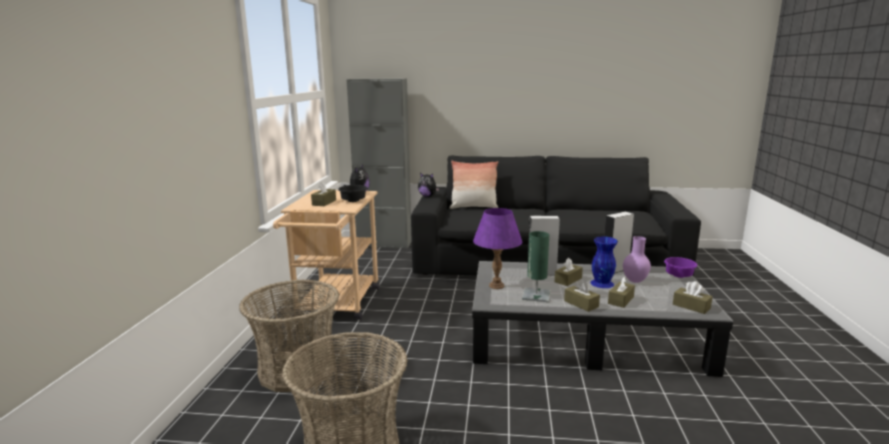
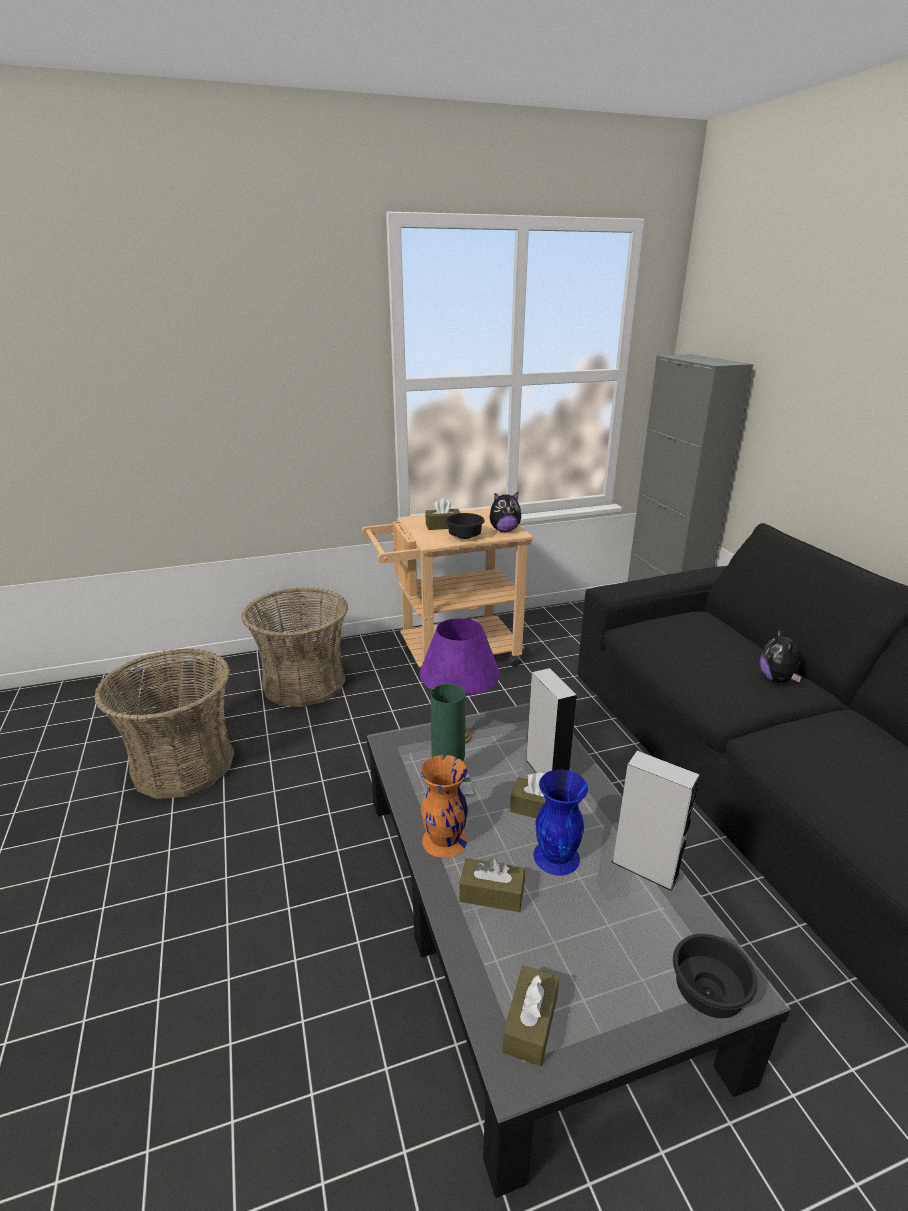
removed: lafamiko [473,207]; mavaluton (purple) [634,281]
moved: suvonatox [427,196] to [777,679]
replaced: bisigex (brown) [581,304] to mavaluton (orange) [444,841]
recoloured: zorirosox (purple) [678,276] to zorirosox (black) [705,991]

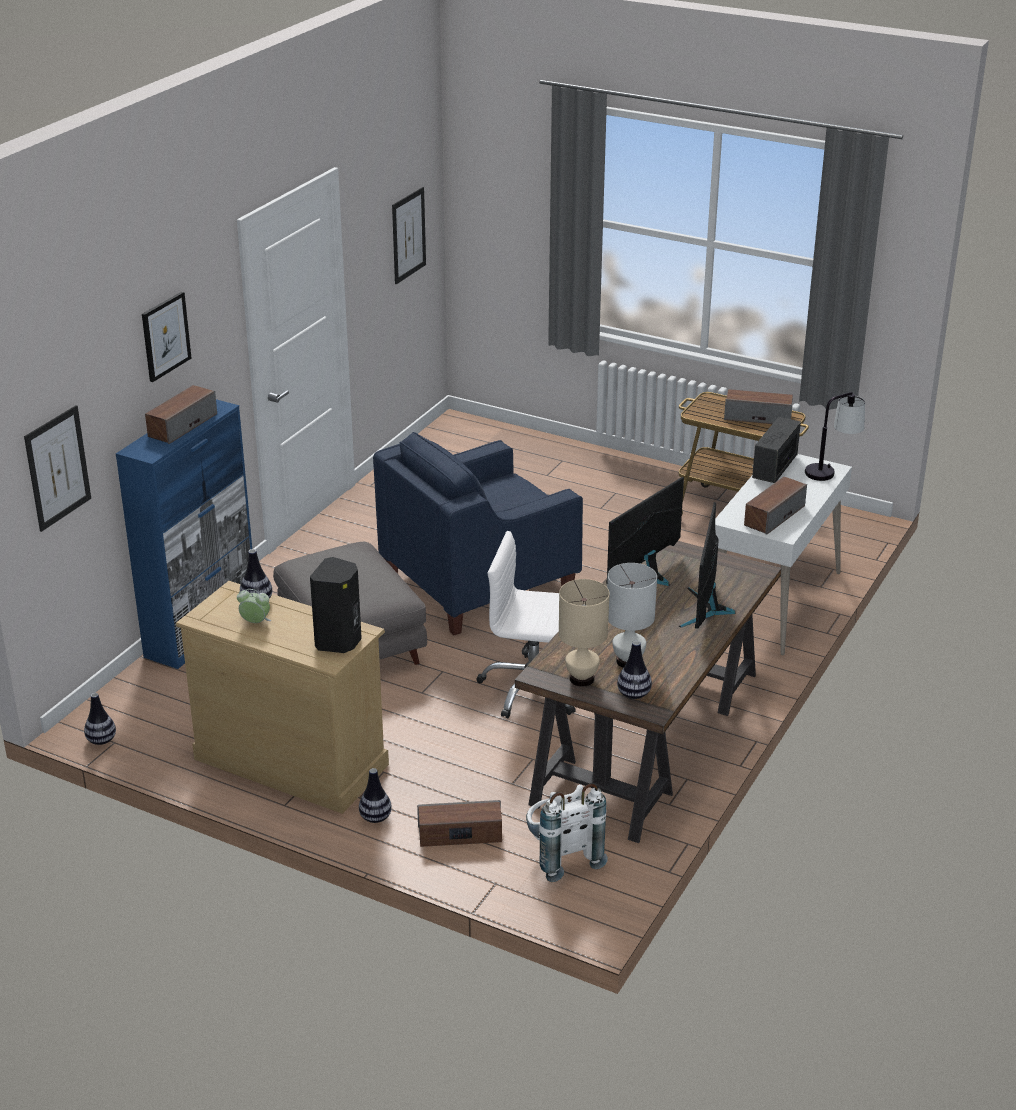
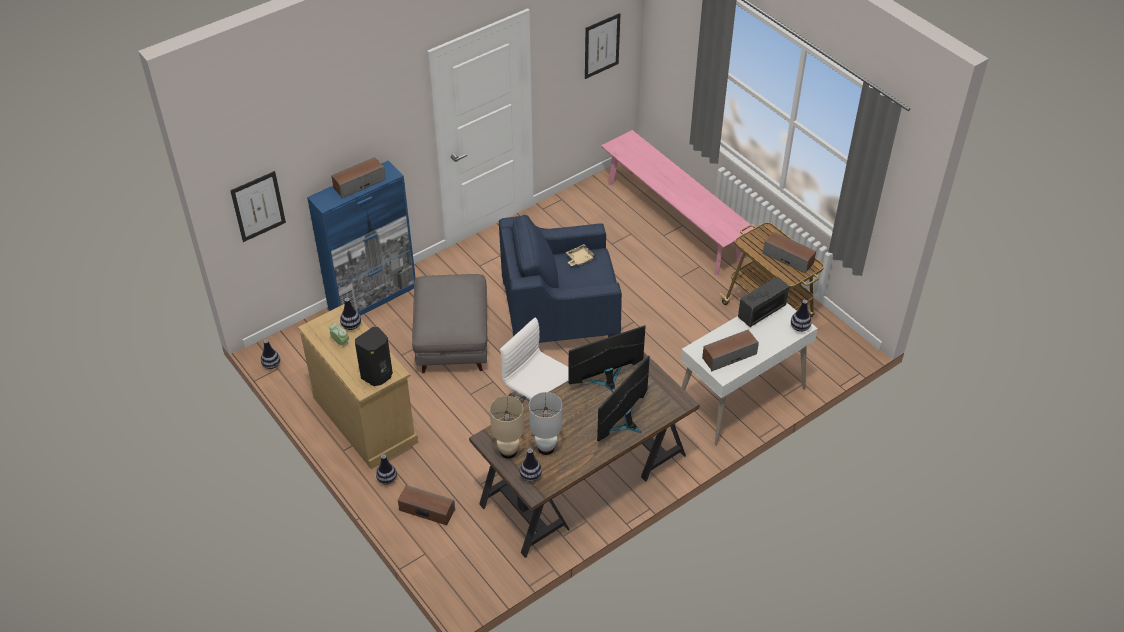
removed: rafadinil [165,336]; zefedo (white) [561,856]
added: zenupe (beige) [579,259]; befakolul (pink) [673,221]
replaced: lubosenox [831,471] to mavaluton [799,327]

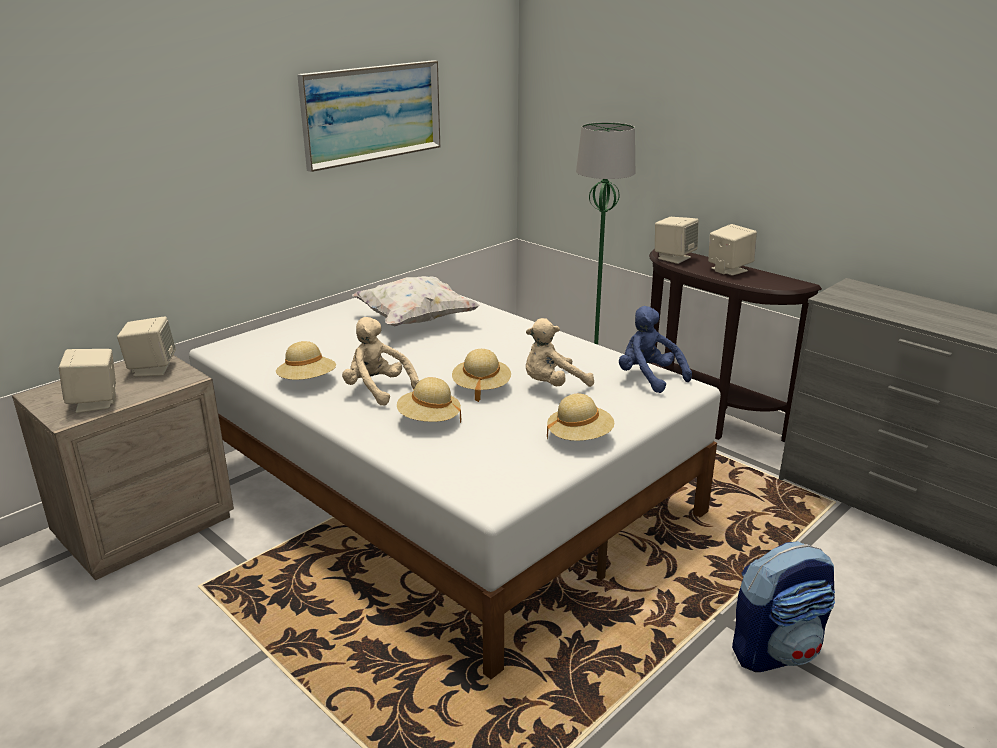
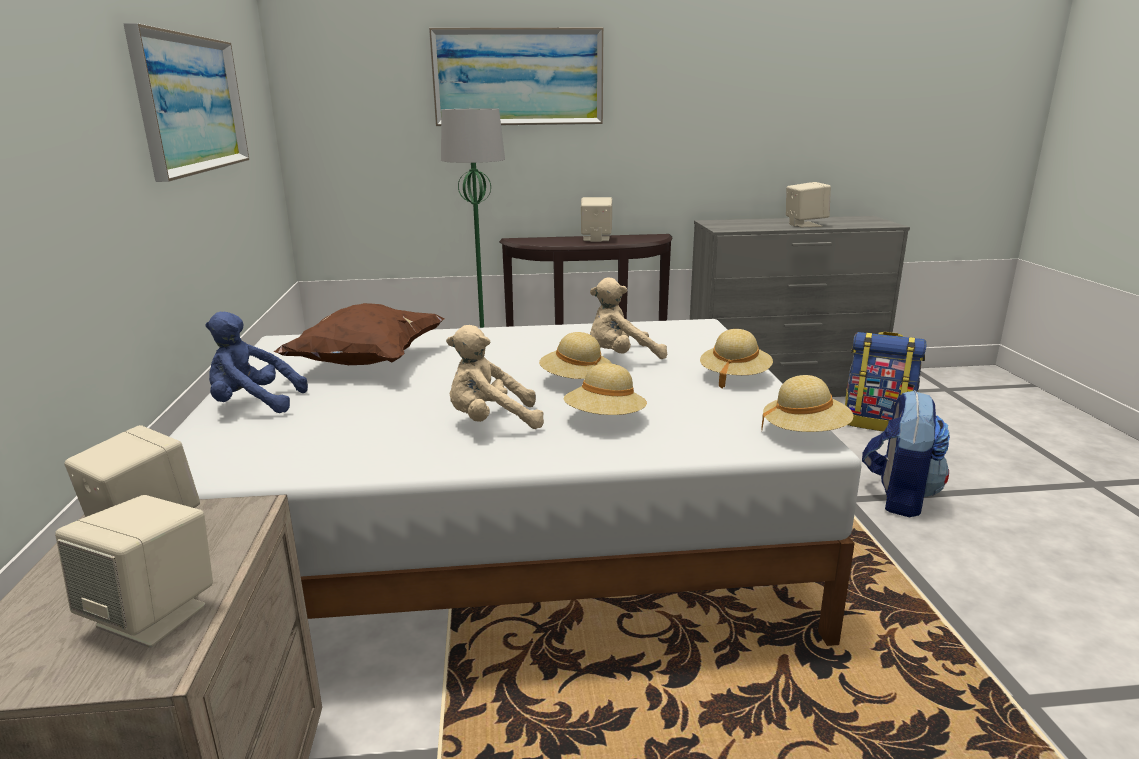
added: rafadinil [518,77]; zefedo [877,423]
moved: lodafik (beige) [307,381] to [805,433]; suvonatox (blue) [648,377] to [253,404]; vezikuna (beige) [674,258] to [804,225]
recoloured: lafamiko (white) [415,321] to lafamiko (brown) [367,362]
turned: suvonatox (beige) [553,385] = [621,357] 60 degrees clockwise

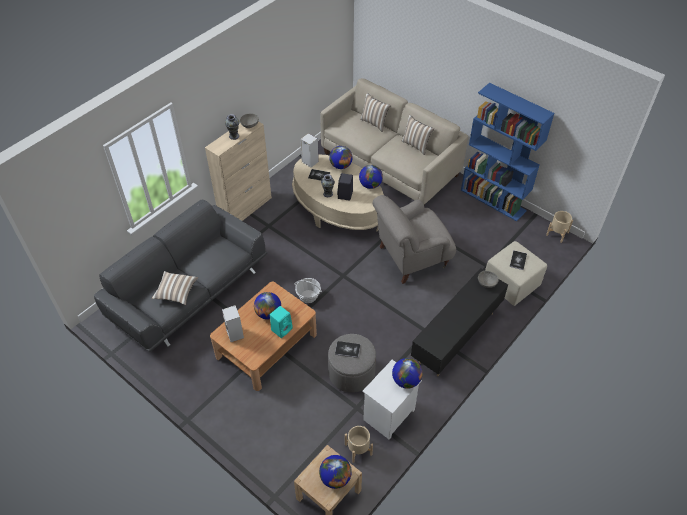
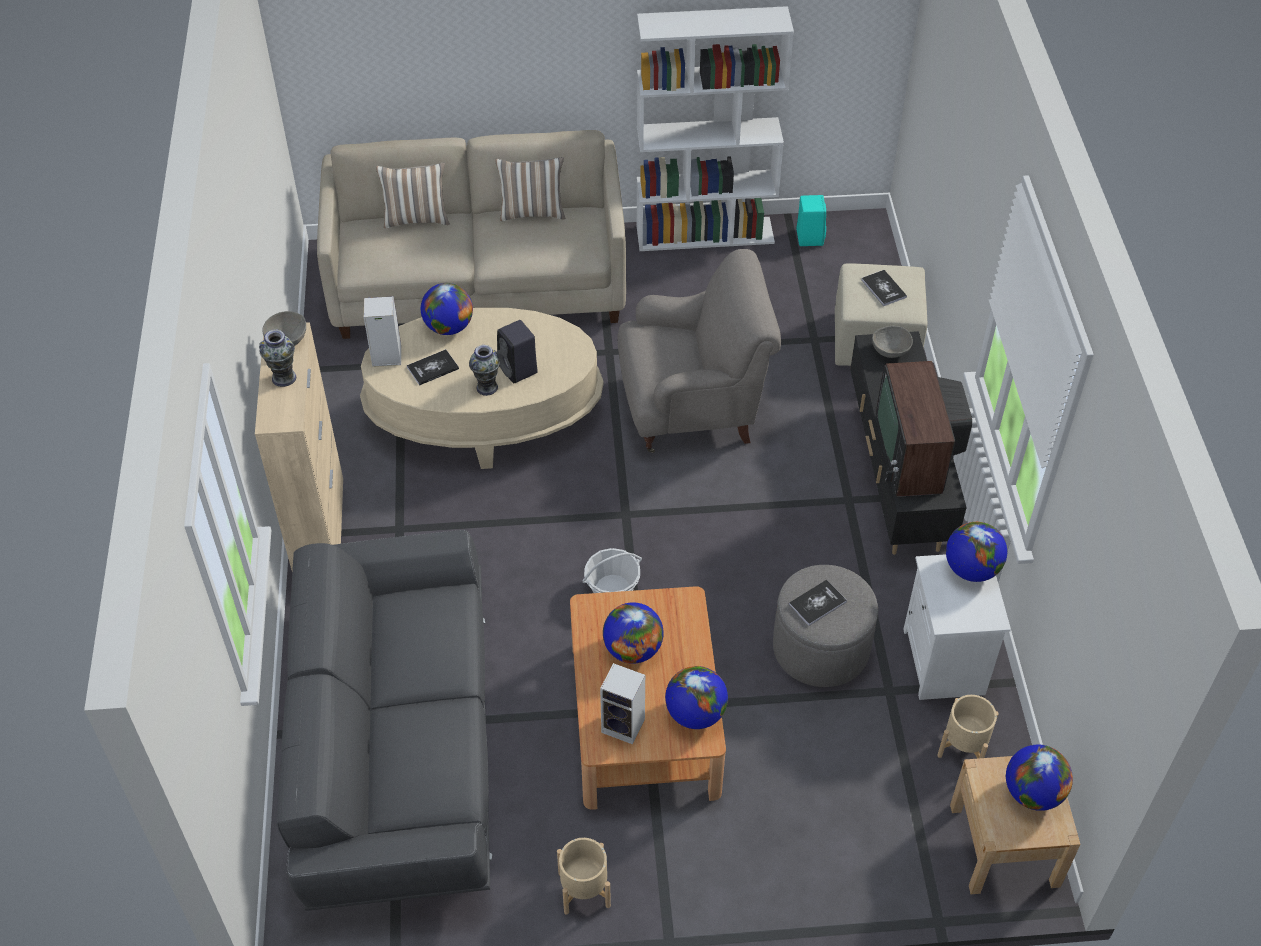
removed: lafamiko [176,292]
added: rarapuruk [915,451]
moved: vezikuna (turquoise) [282,329] to [809,236]; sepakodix [370,185] to [695,713]; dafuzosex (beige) [557,233] to [584,889]
recoloured: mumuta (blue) [493,200] to mumuta (white) [705,234]
turned: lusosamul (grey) [411,257] = [693,408] 120 degrees counterclockwise

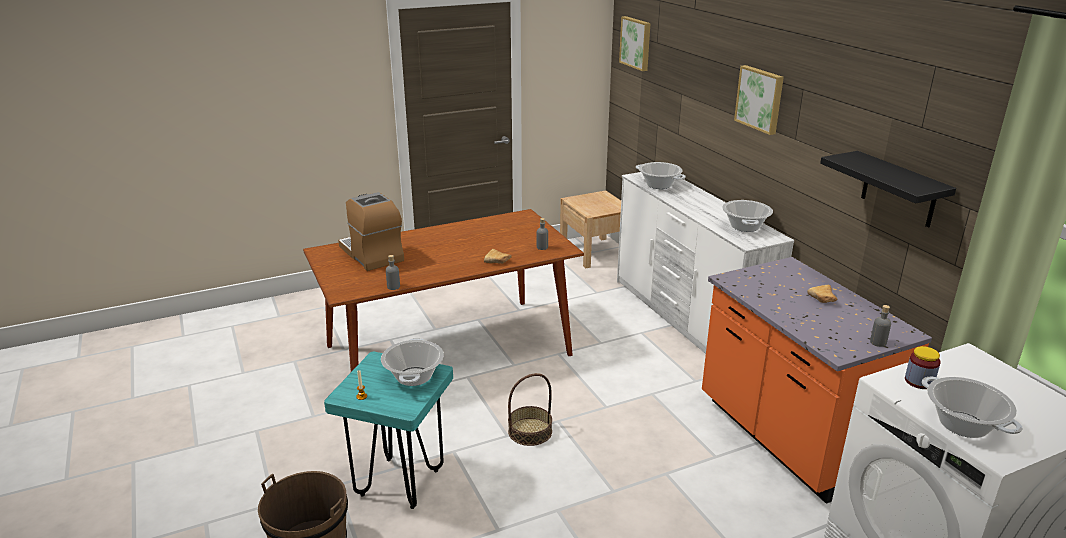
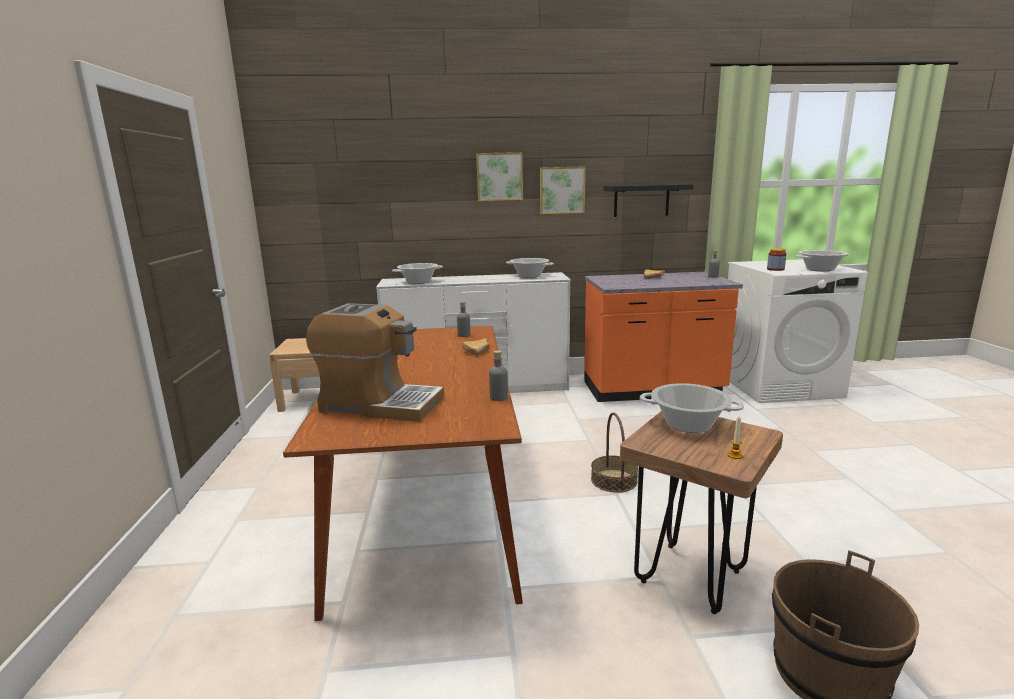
moved: rafadinil [636,43] to [562,190]
recoloured: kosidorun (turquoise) [400,483] to kosidorun (brown) [691,577]
turned: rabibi [371,254] = [380,404] 150 degrees counterclockwise

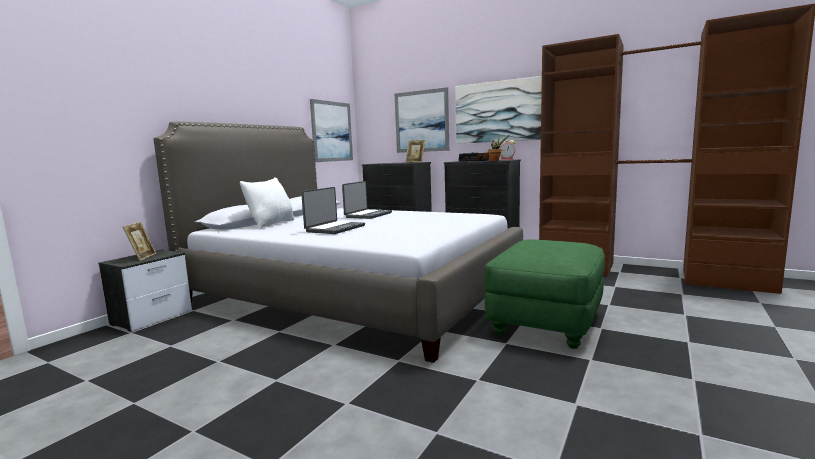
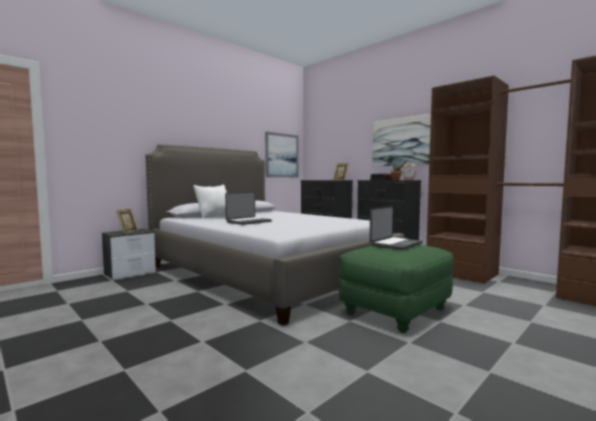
removed: rafadinil [421,121]
moved: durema [368,215] to [395,244]

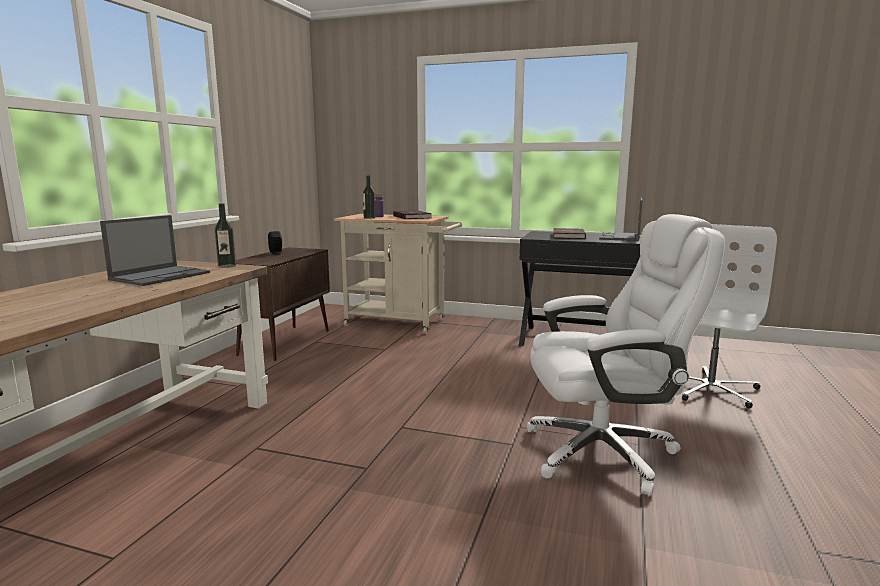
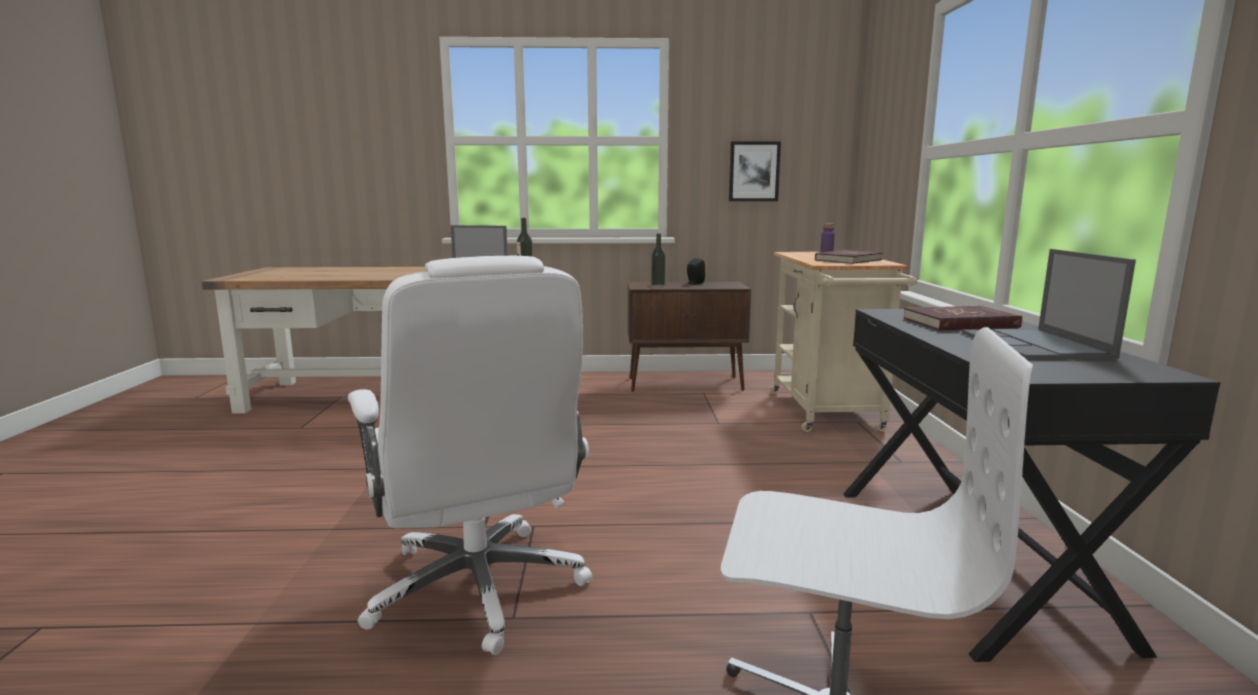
added: rafadinil [754,171]
moved: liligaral [369,218] to [658,286]
turned: durema [620,237] = [1035,345] 90 degrees counterclockwise

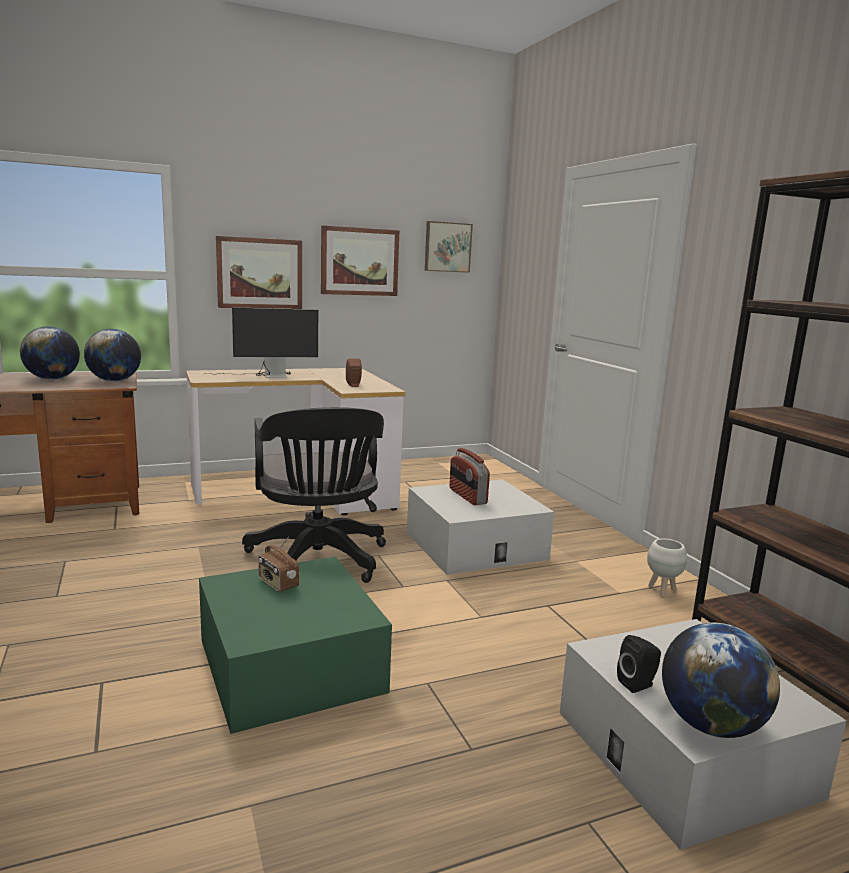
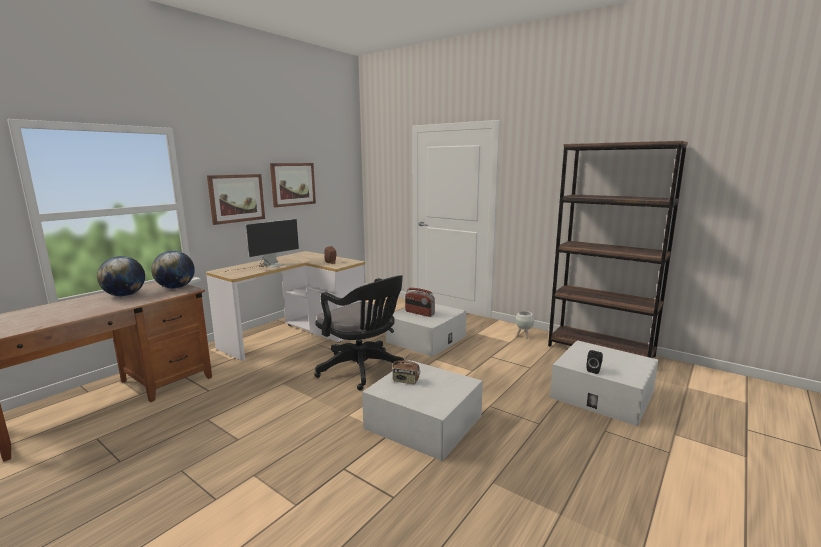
removed: rafadinil [447,247]; sepakodix [710,725]
recoloured: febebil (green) [290,665] to febebil (white) [423,422]

